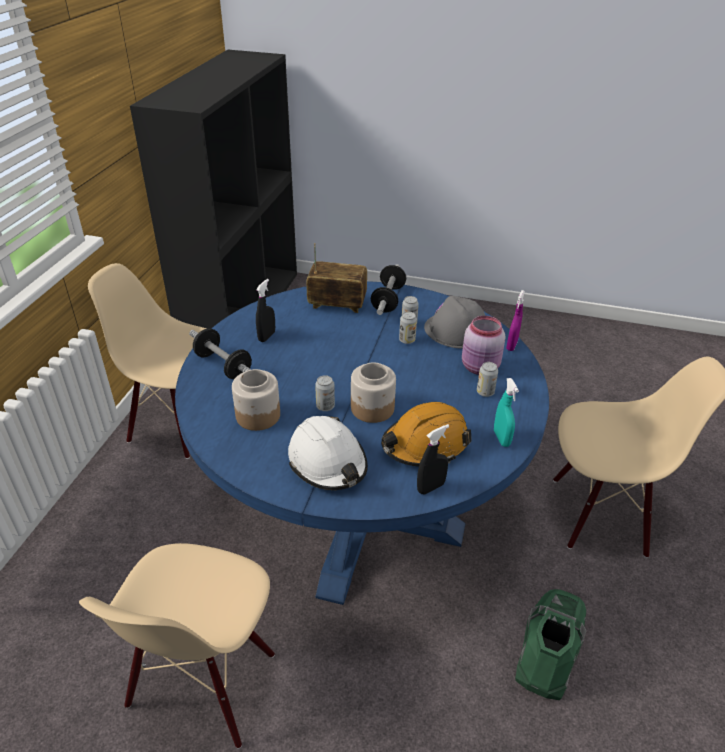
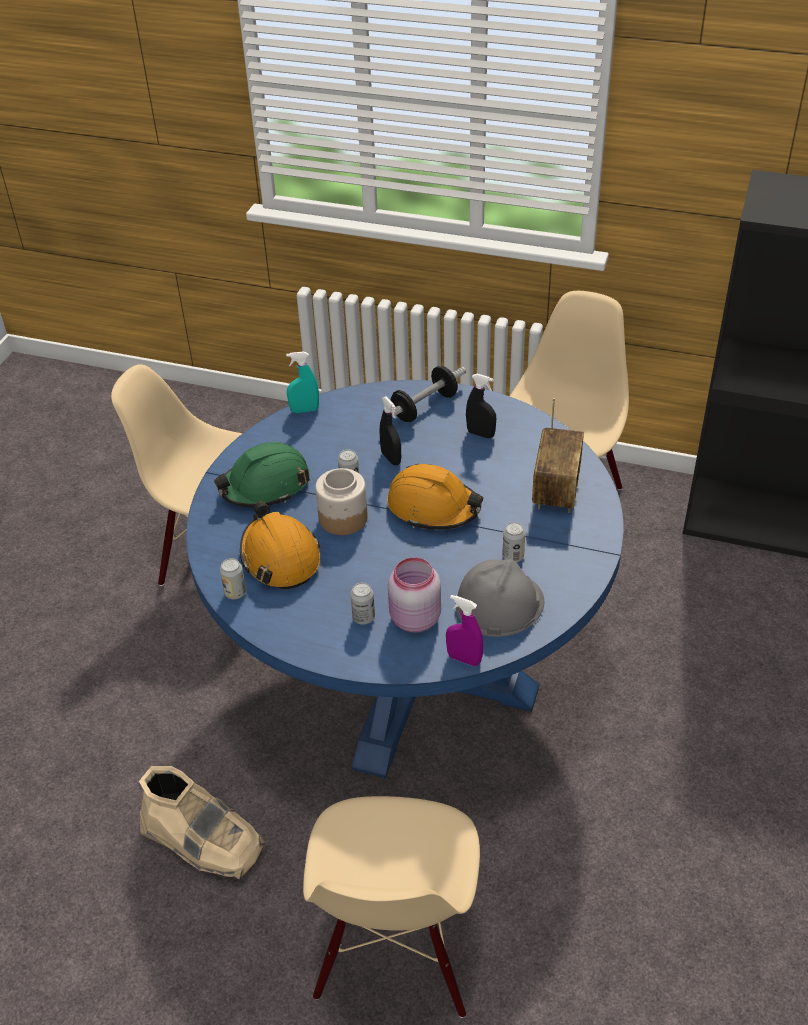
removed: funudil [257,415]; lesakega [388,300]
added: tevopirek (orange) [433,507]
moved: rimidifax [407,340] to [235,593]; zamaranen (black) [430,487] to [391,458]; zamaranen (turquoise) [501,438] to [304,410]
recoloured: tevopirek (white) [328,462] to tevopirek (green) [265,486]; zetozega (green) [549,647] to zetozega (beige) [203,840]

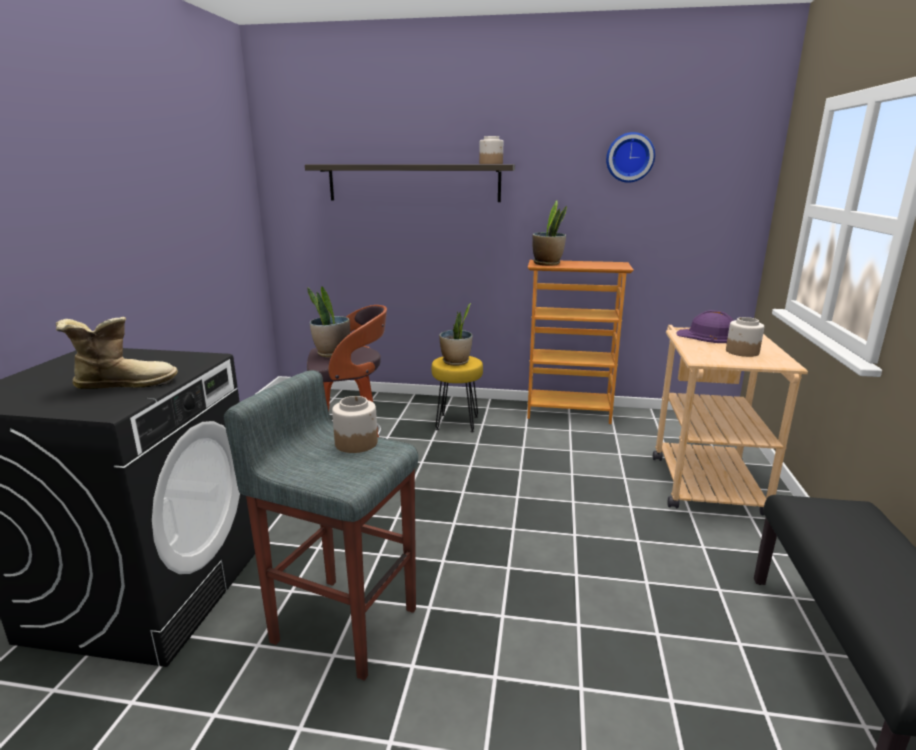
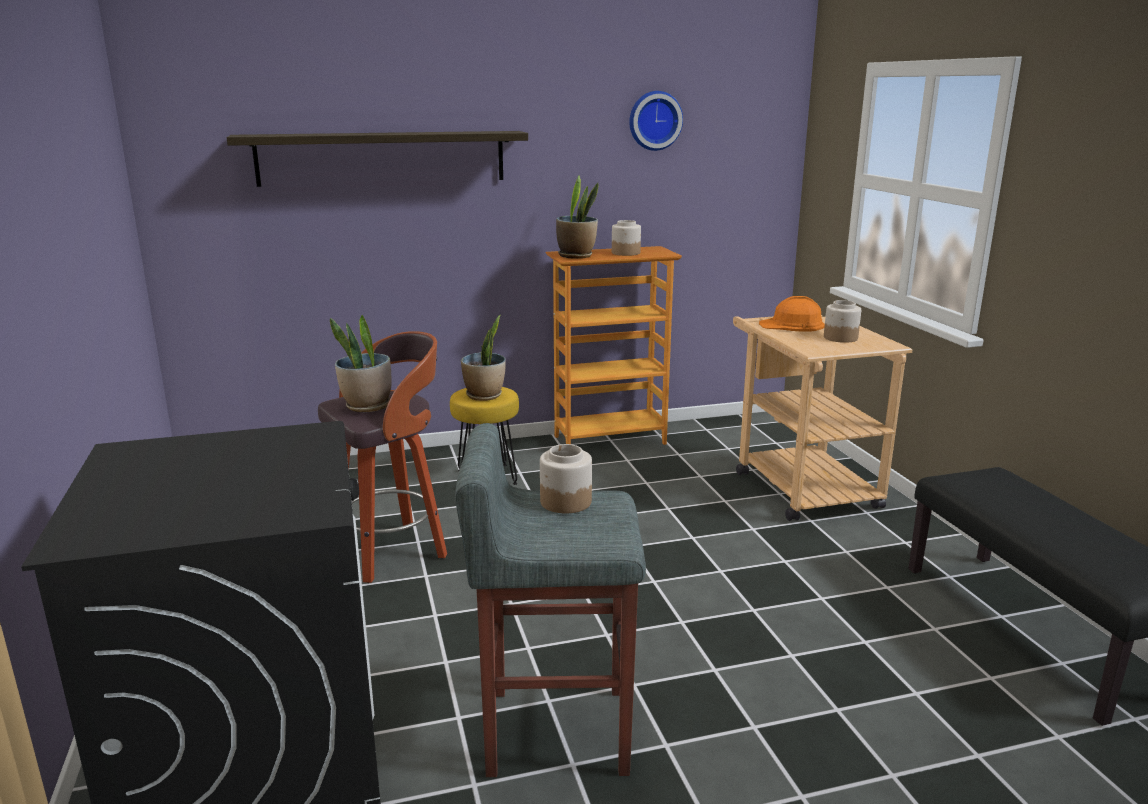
removed: zetozega [124,384]
moved: funudil [491,164] to [626,253]
recoloured: tevopirek (purple) [707,336] to tevopirek (orange) [792,325]

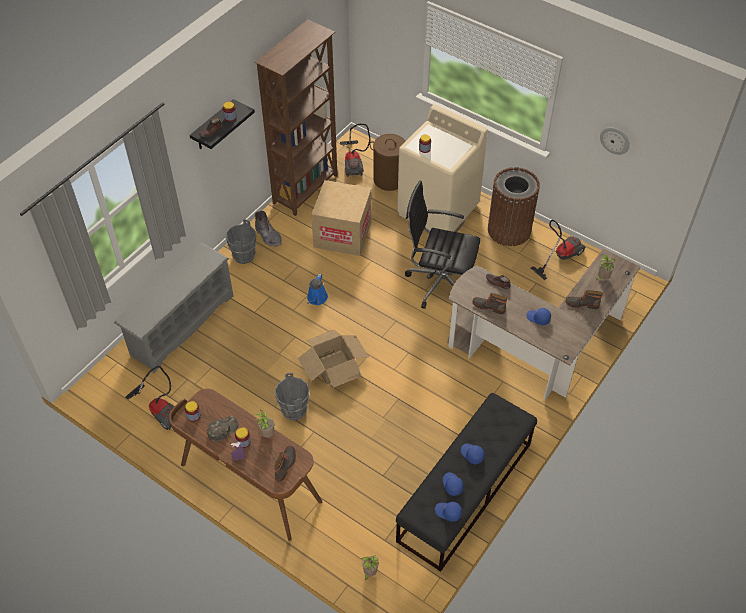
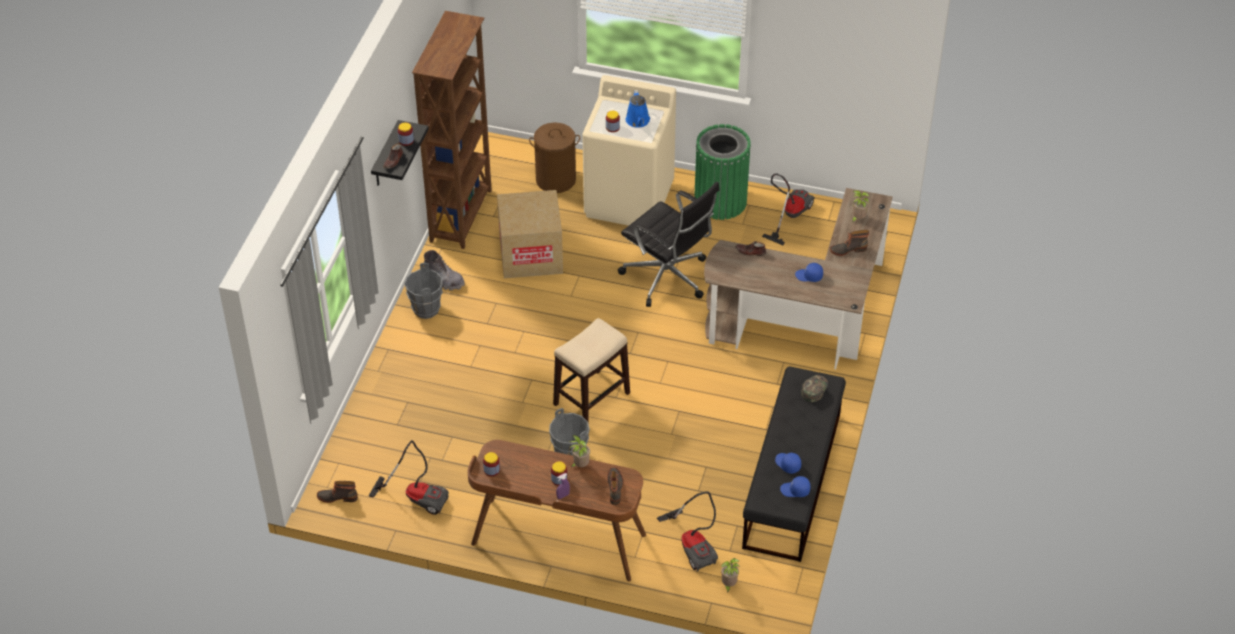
removed: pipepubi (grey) [181,324]; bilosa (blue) [471,454]; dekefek [615,140]
moved: bilosa (green) [223,429] to [814,389]; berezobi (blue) [316,299] to [638,121]; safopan [354,162] to [694,545]; zetozega [489,306] to [337,497]
replaced: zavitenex [334,367] to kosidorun [592,398]
recoloured: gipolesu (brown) [509,230] to gipolesu (green) [720,201]
turned: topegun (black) [440,282] = [668,278] 135 degrees counterclockwise

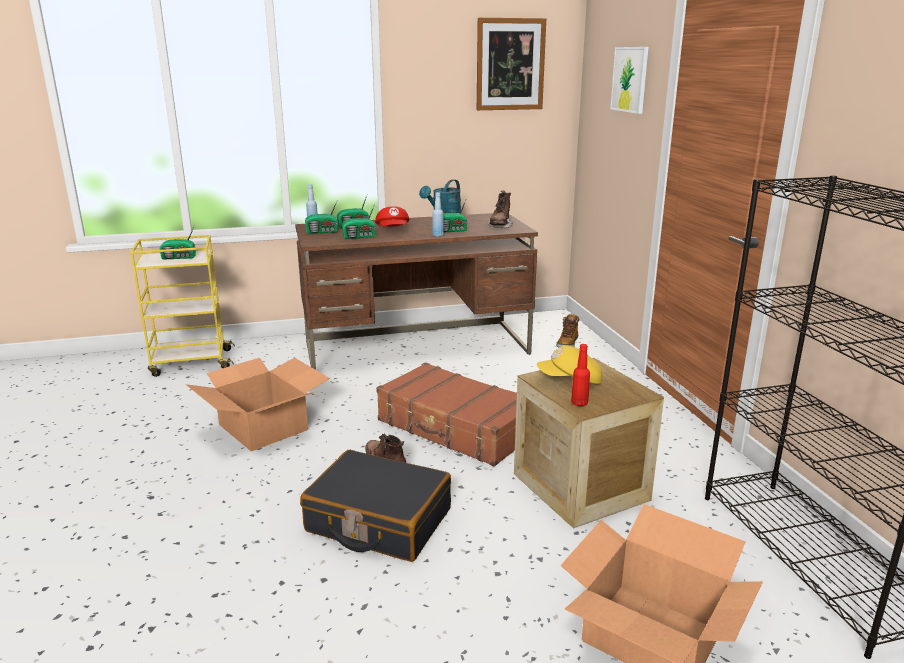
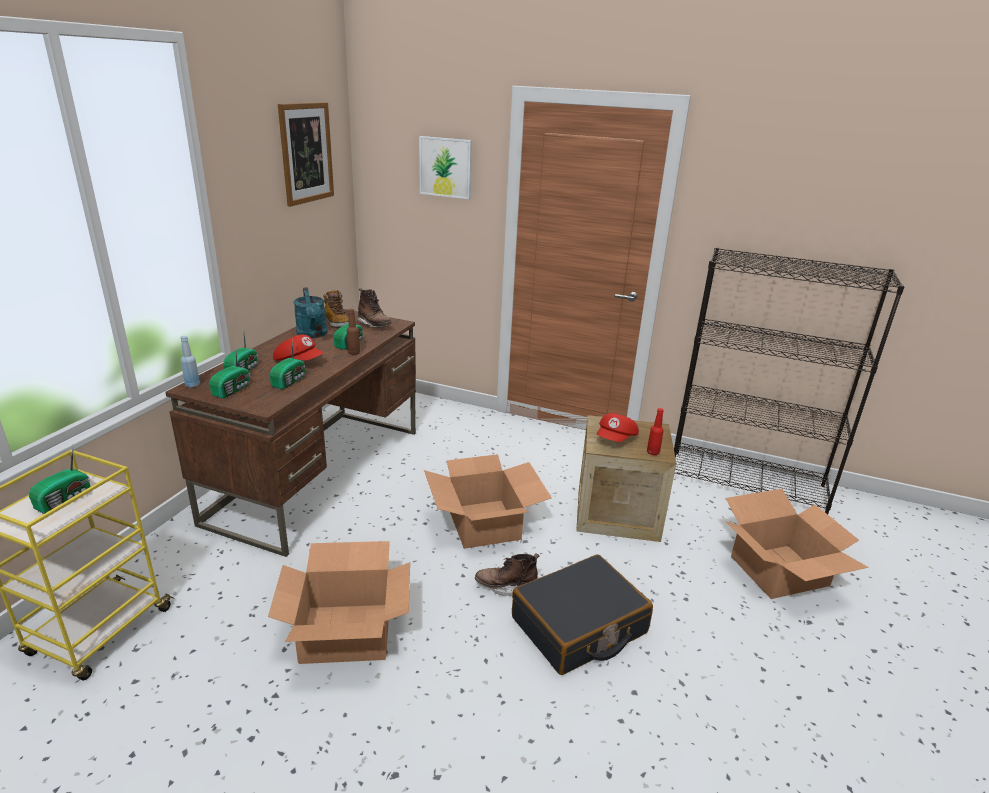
moved: zetozega [567,344] to [337,322]
replaced: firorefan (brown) [456,428] to zavitenex [484,523]
recoloured: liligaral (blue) [438,235] to liligaral (brown) [354,353]; bilosa (yellow) [570,381] to bilosa (red) [616,439]

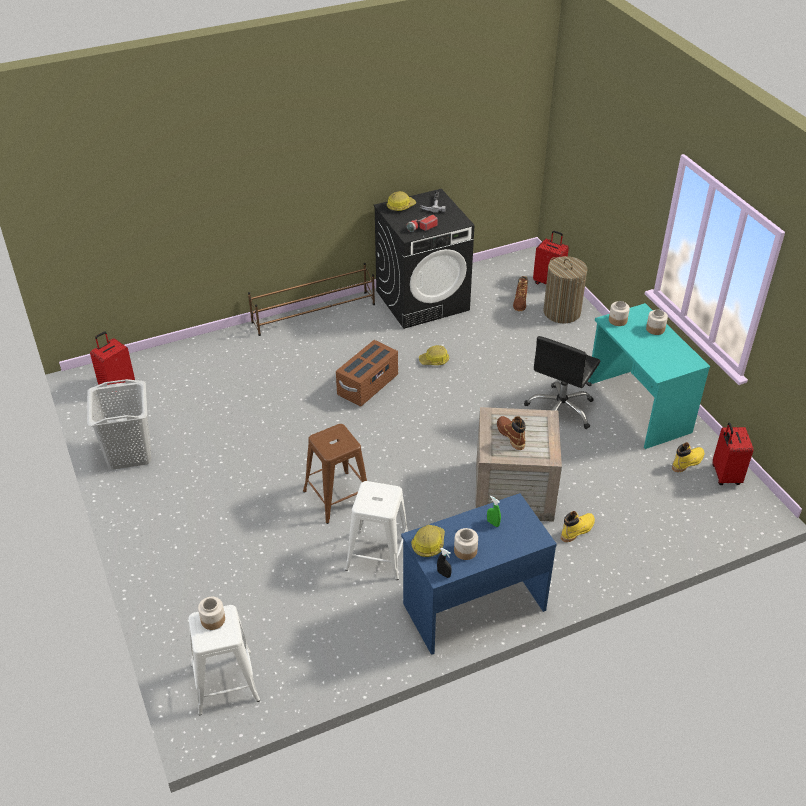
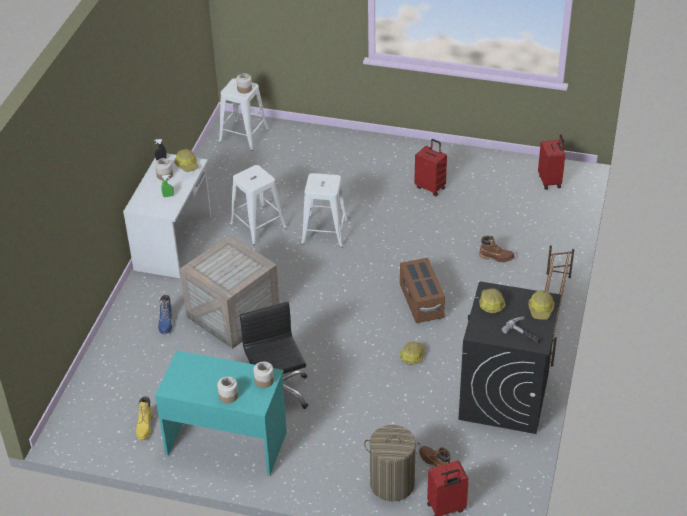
removed: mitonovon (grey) [129,453]
moved: zetozega (brown) [510,435] to [496,257]; firorefan (red) [725,475] to [430,187]
replaced: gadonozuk [422,227] to tevopirek [491,304]
recoloured: kosidorun (brown) [337,497] to kosidorun (white) [324,232]; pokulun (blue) [473,605] to pokulun (white) [174,243]; zetozega (yellow) [577,530] to zetozega (blue) [166,323]

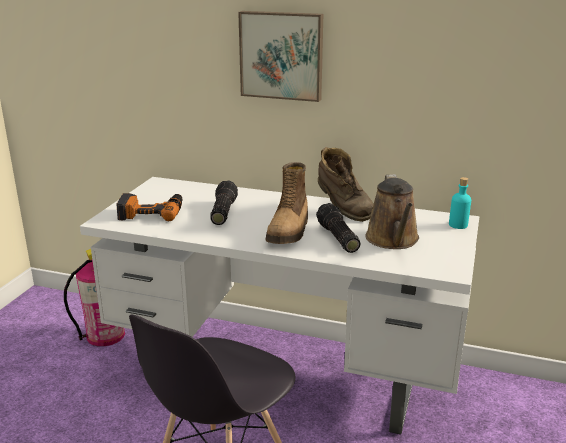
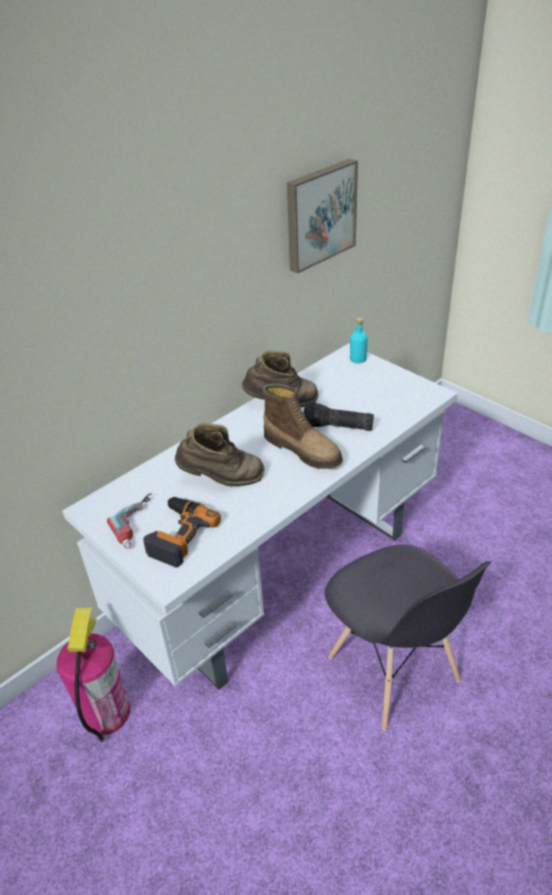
removed: berezobi (brown) [393,240]
added: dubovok [139,524]
moved: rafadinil [282,55] to [319,214]
replaced: gadonozuk [222,212] to zetozega (brown) [222,480]

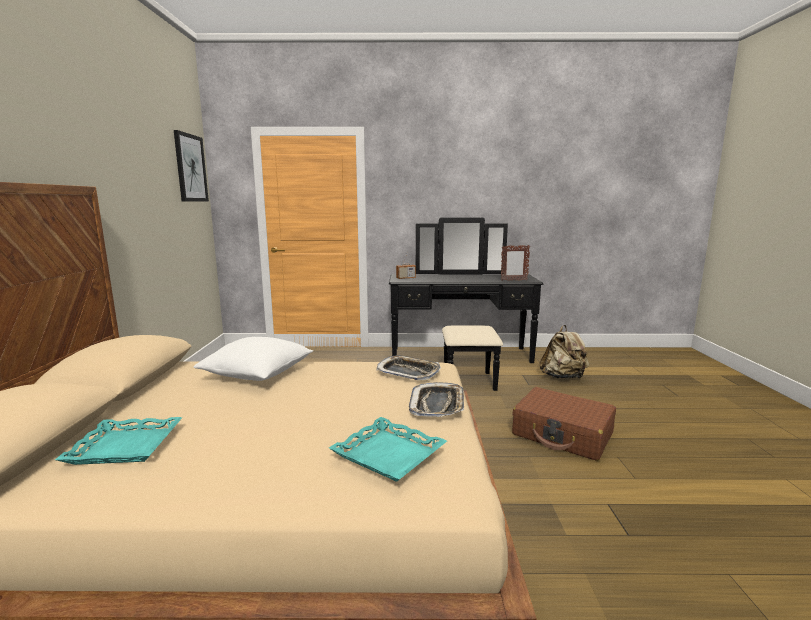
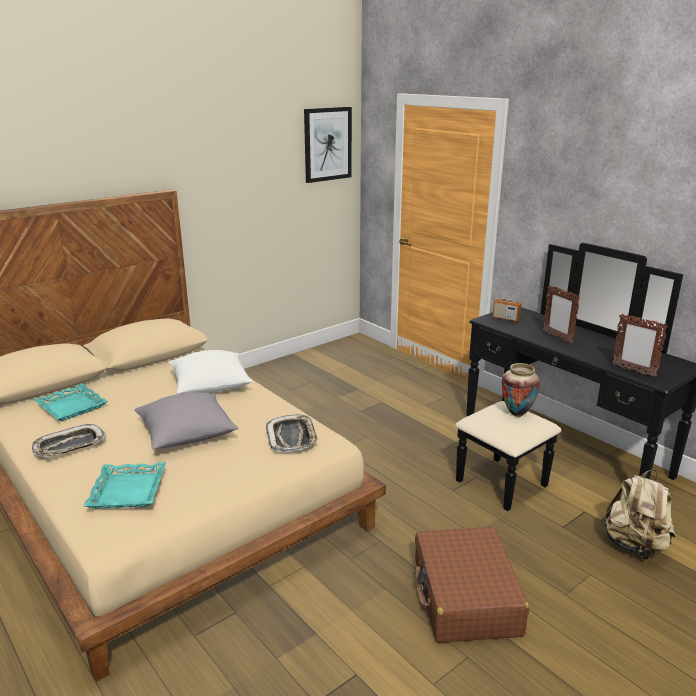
added: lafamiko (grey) [187,435]; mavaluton [517,414]; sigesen [557,337]
moved: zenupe [437,405] to [69,446]

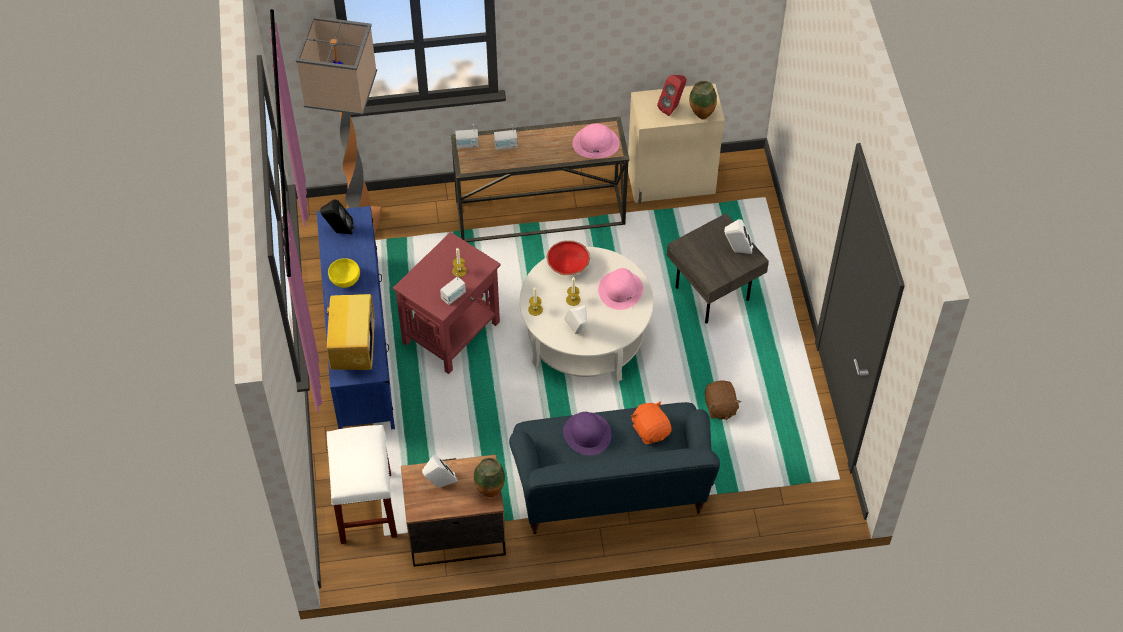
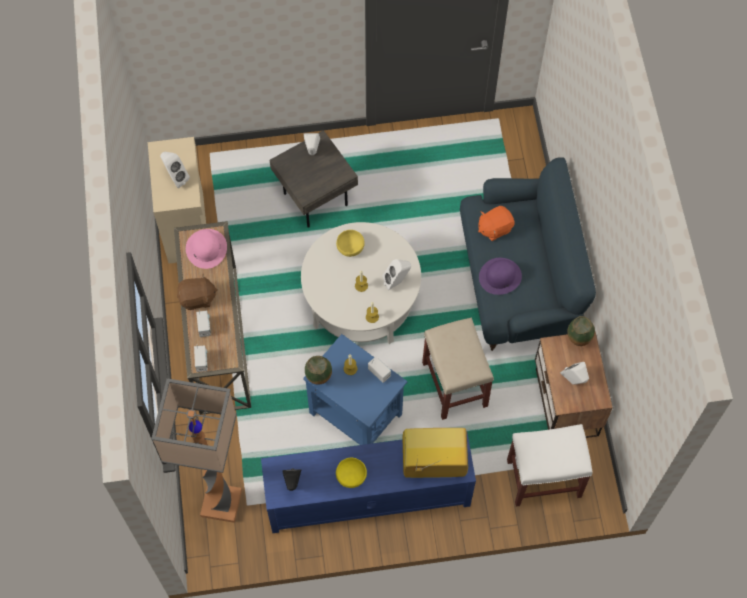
removed: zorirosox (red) [568,265]
added: kosidorun (beige) [454,383]
moved: mavaluton [701,116] to [319,380]; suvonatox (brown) [720,407] to [197,298]
replaced: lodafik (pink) [620,290] to zorirosox (yellow) [351,247]
recoloured: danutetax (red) [452,333] to danutetax (blue) [356,413]; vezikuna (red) [672,107] to vezikuna (white) [175,178]

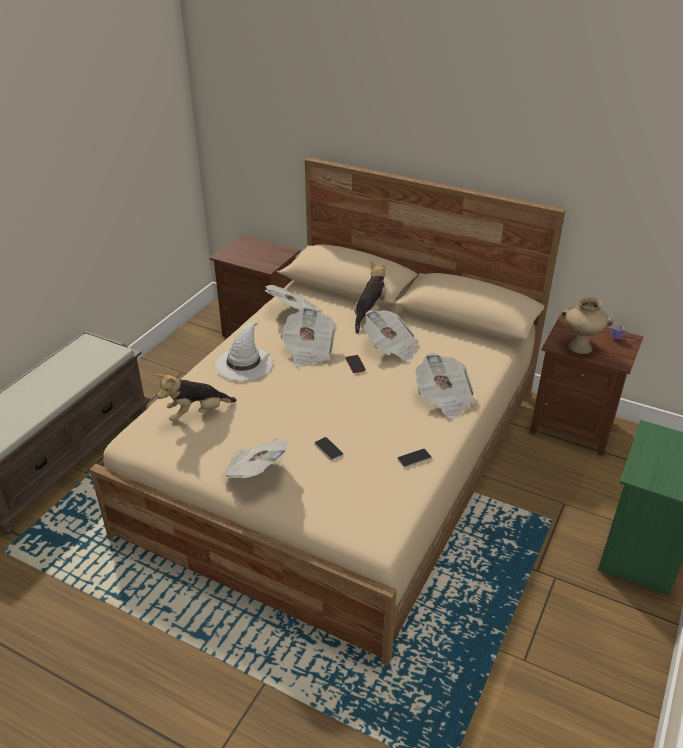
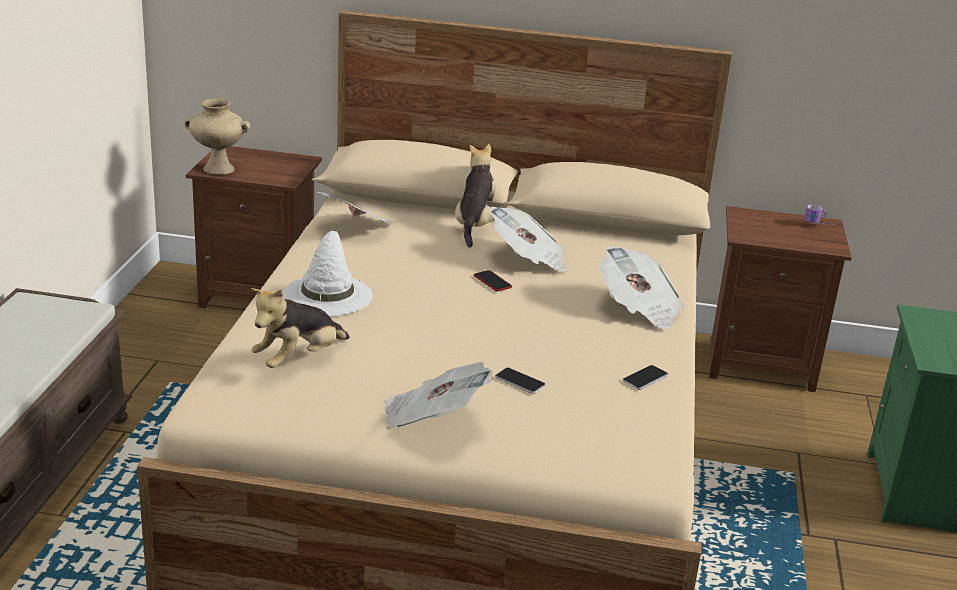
removed: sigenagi [308,350]
moved: mavaluton (beige) [579,347] to [218,169]

